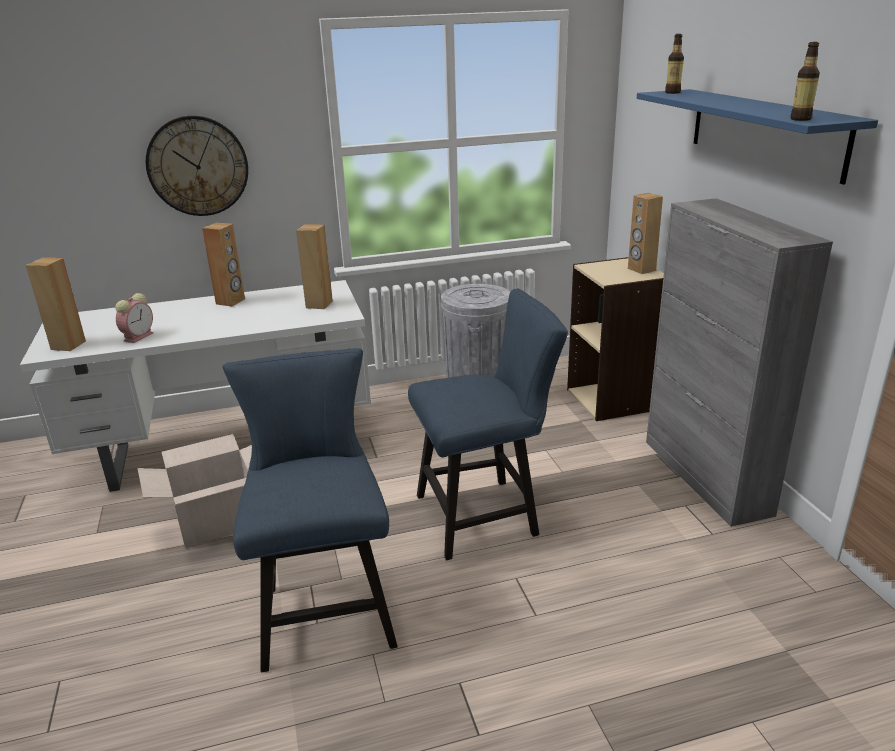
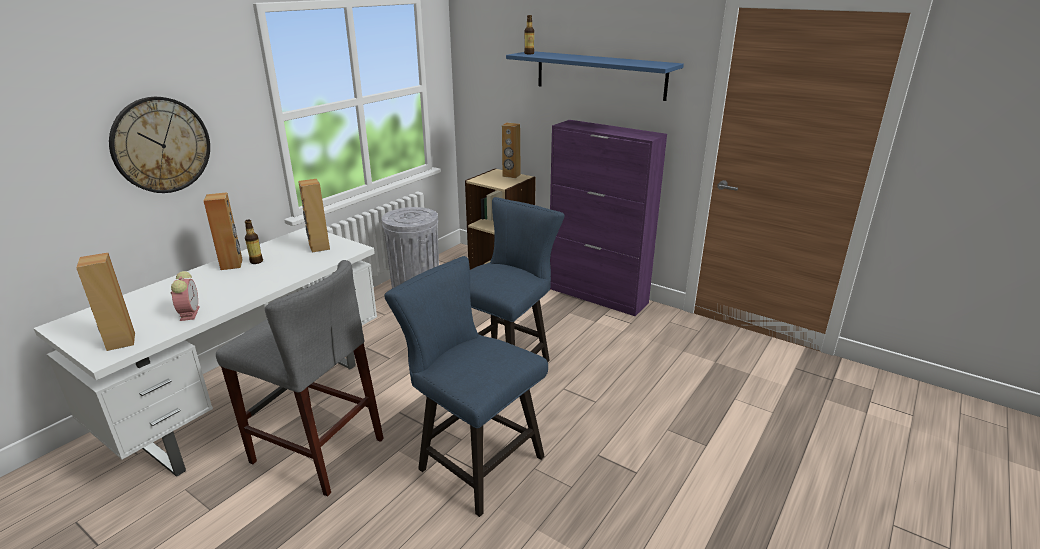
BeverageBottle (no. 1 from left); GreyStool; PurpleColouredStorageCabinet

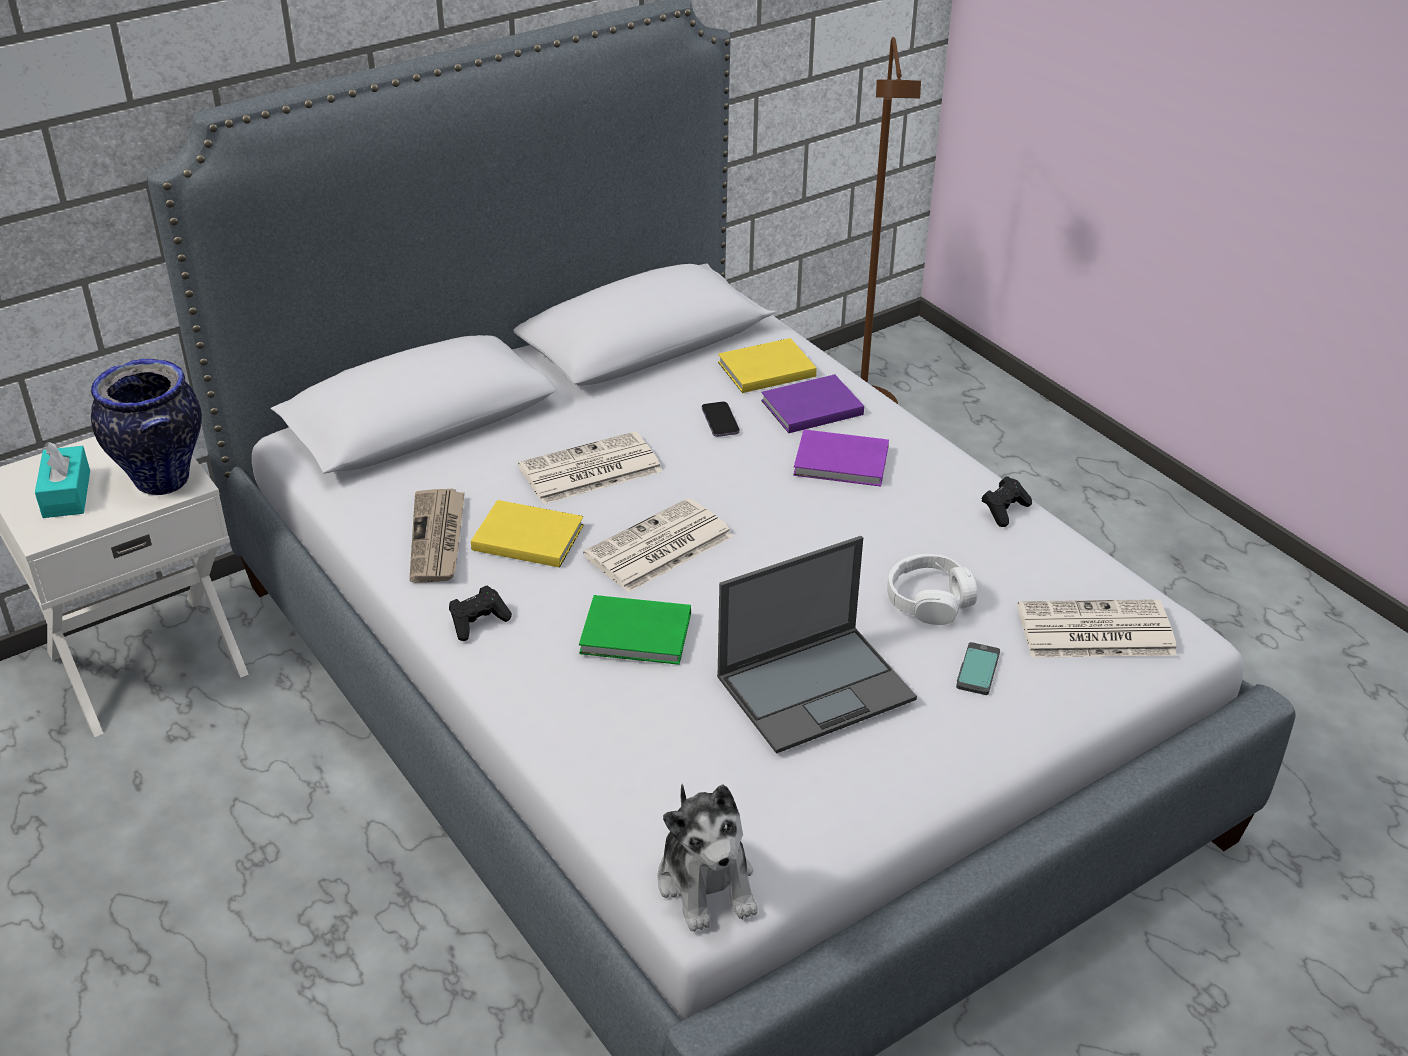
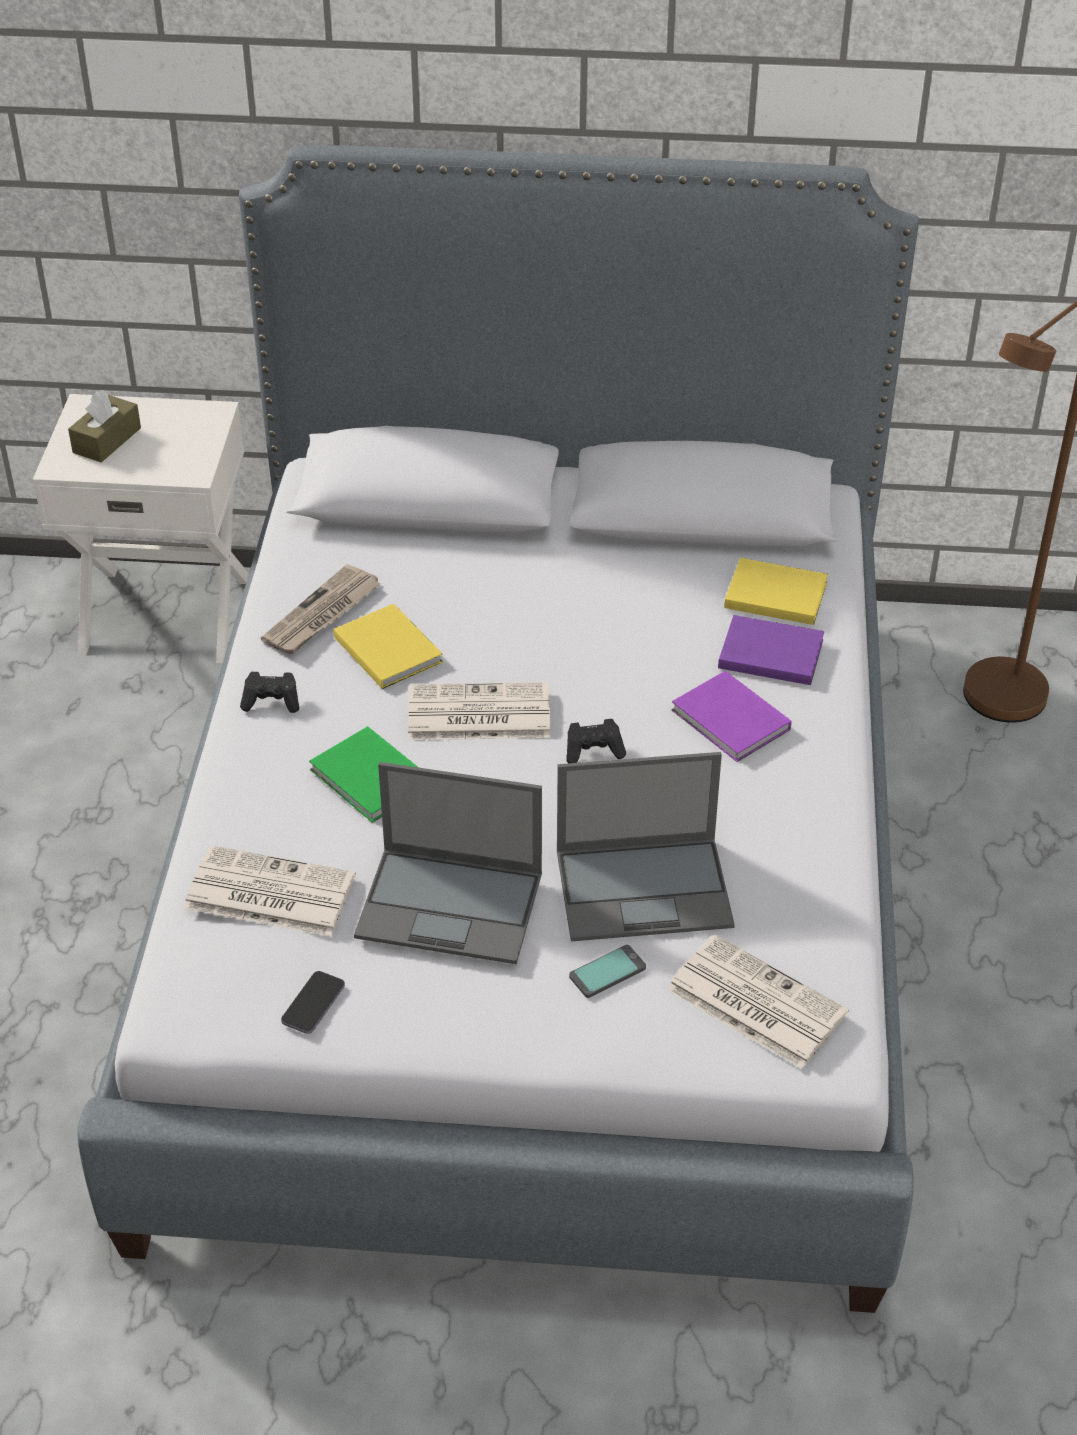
FlowerVase; SoftToy; DailyPaper (no. 1 from left); Telephone (no. 1 from left); BlackColouredJoypad (no. 2 from left); PortableComputer (no. 2 from left); BrownColouredTissueHolder

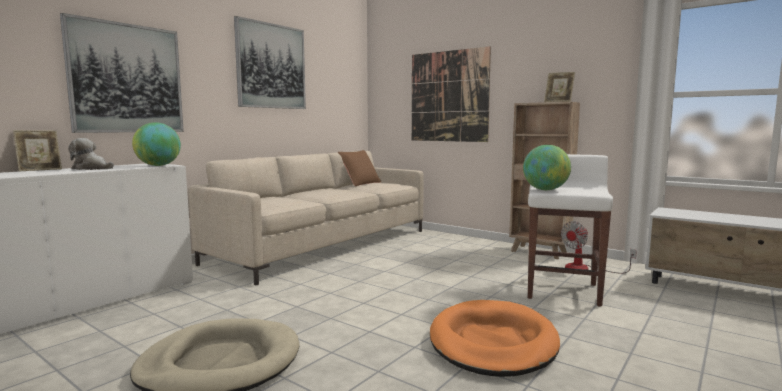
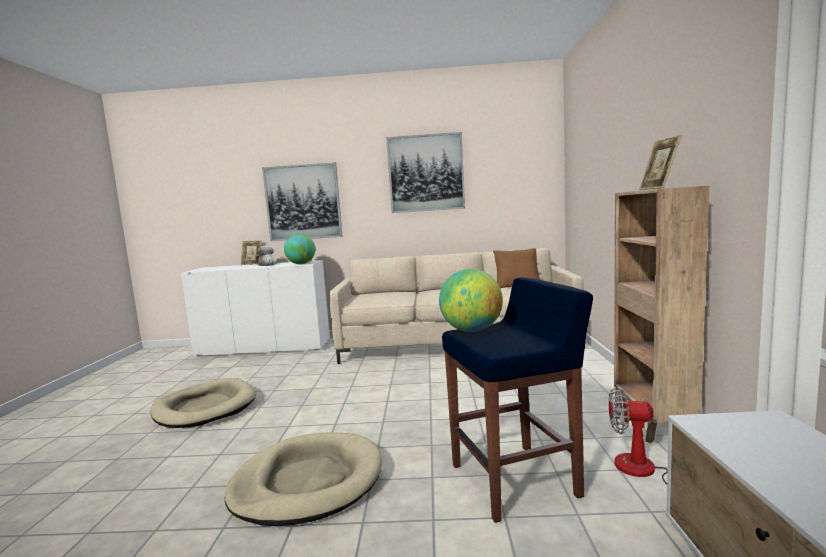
Picture (no. 3 from left in the first image); BeigeDogCushion (no. 2 from left); BluishStool

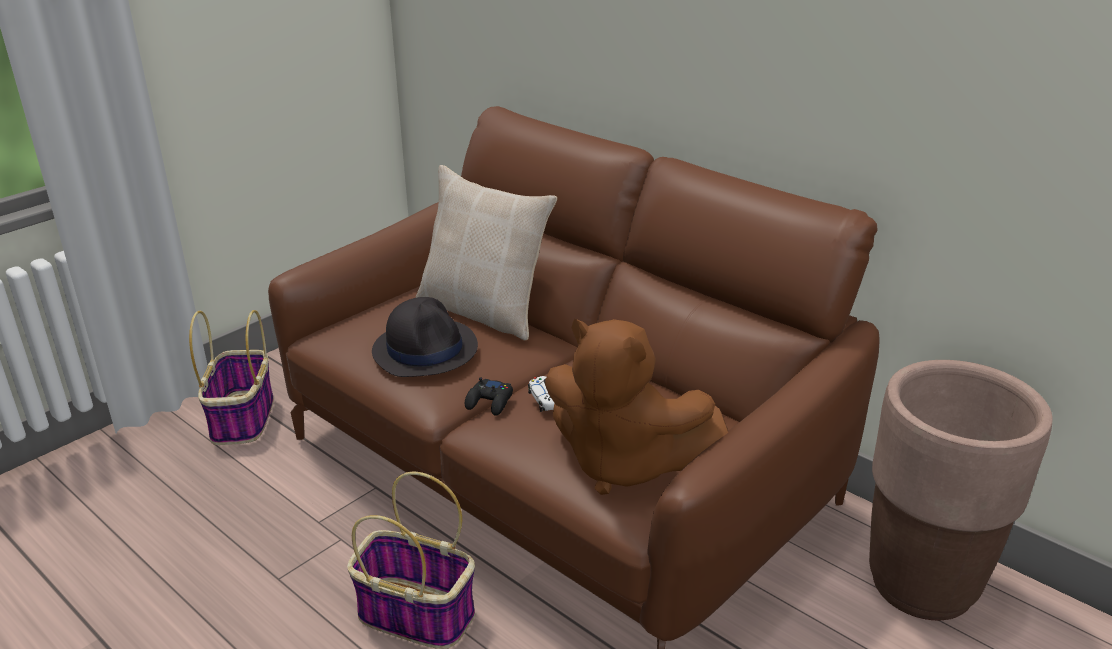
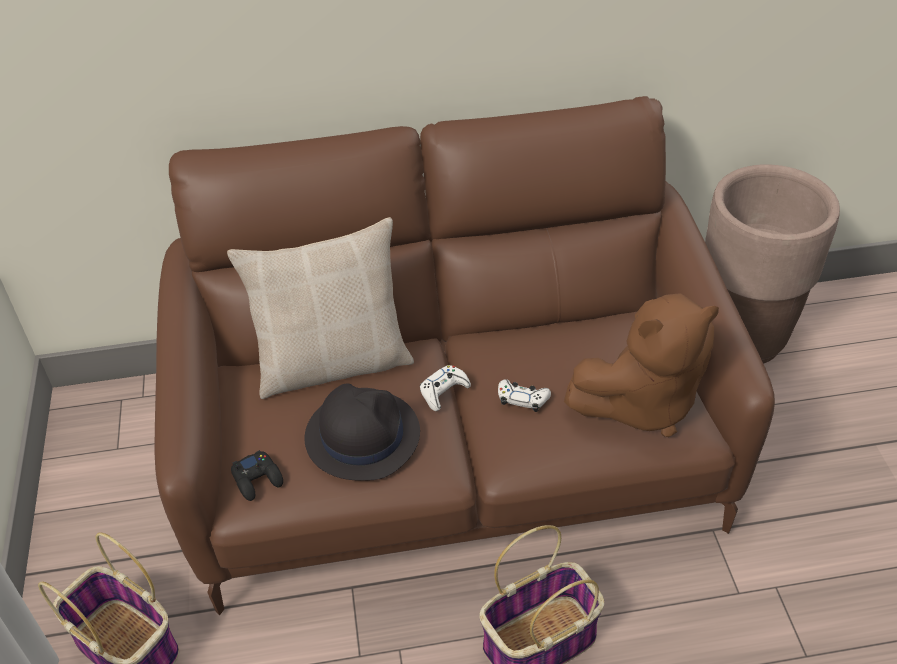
WhiteJoypad (no. 1 from left); BlackColouredJoypad

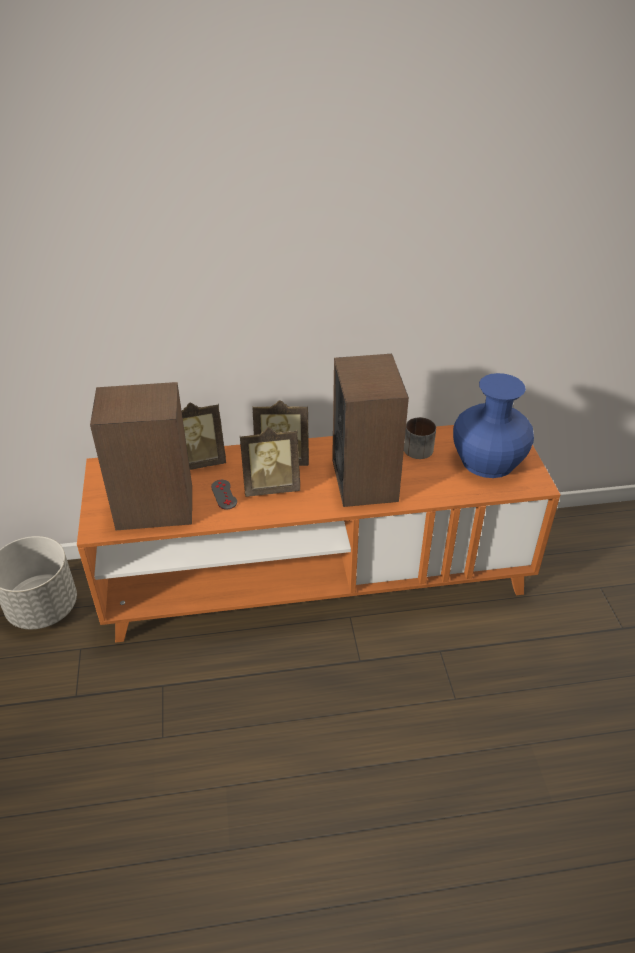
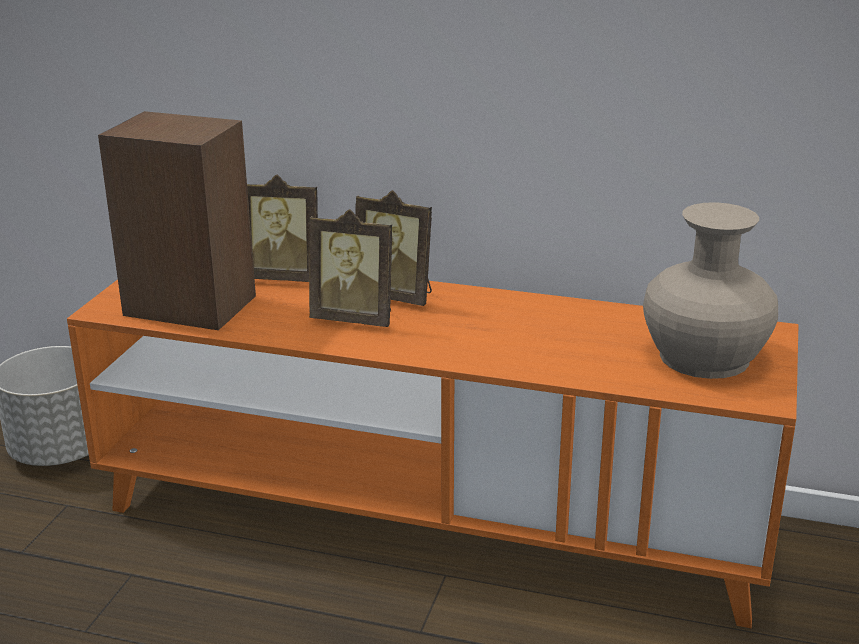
GreyJoypad; Loudspeaker (no. 2 from left in the first image); TeaMug; BeigeFlowerVase

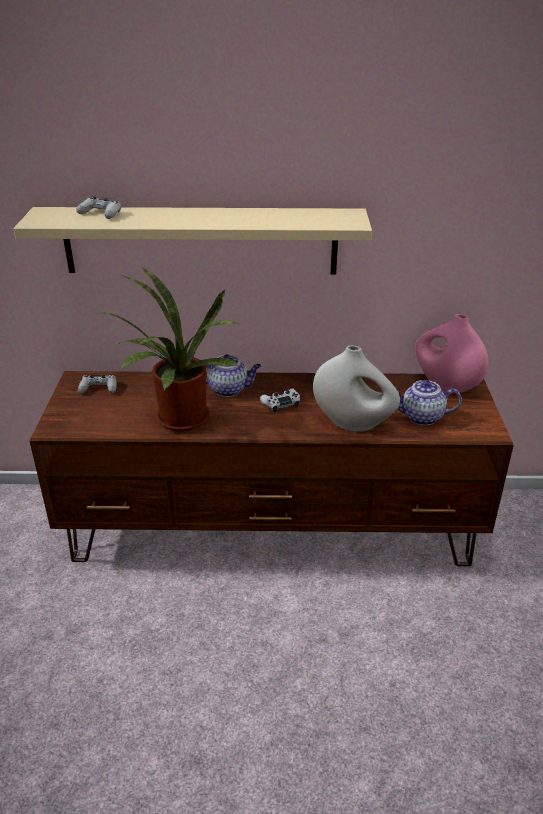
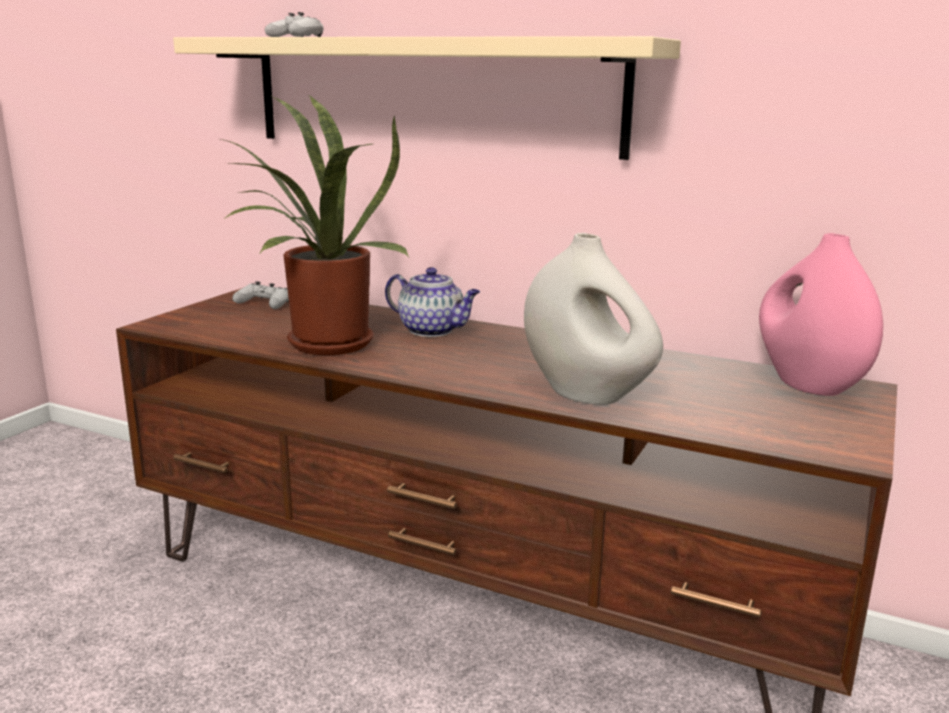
WhiteJoypad (no. 3 from left in the first image); TeaPot (no. 2 from left in the first image)

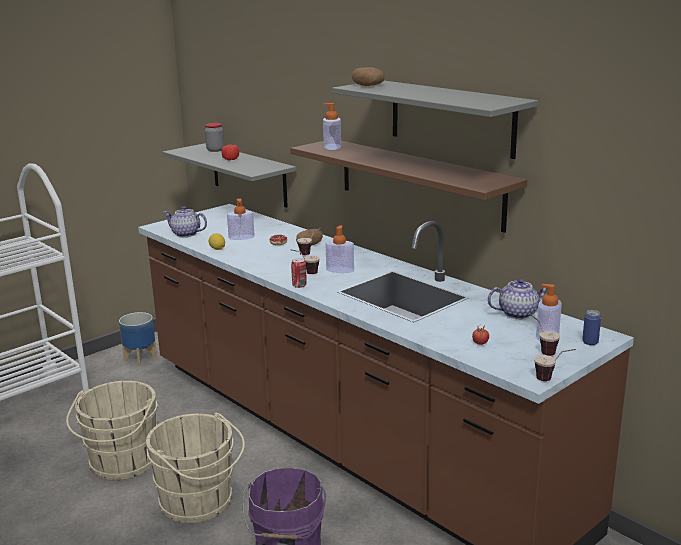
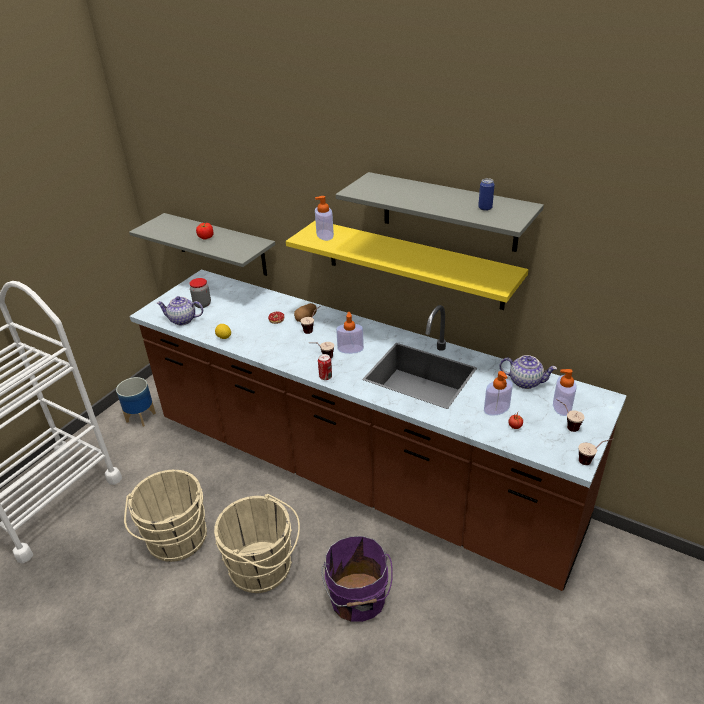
Spud (no. 2 from left in the first image); StorageJar; LiquidSoapBottle (no. 3 from left); Can (no. 2 from left); YellowColouredShelf; TeaPot (no. 2 from left)

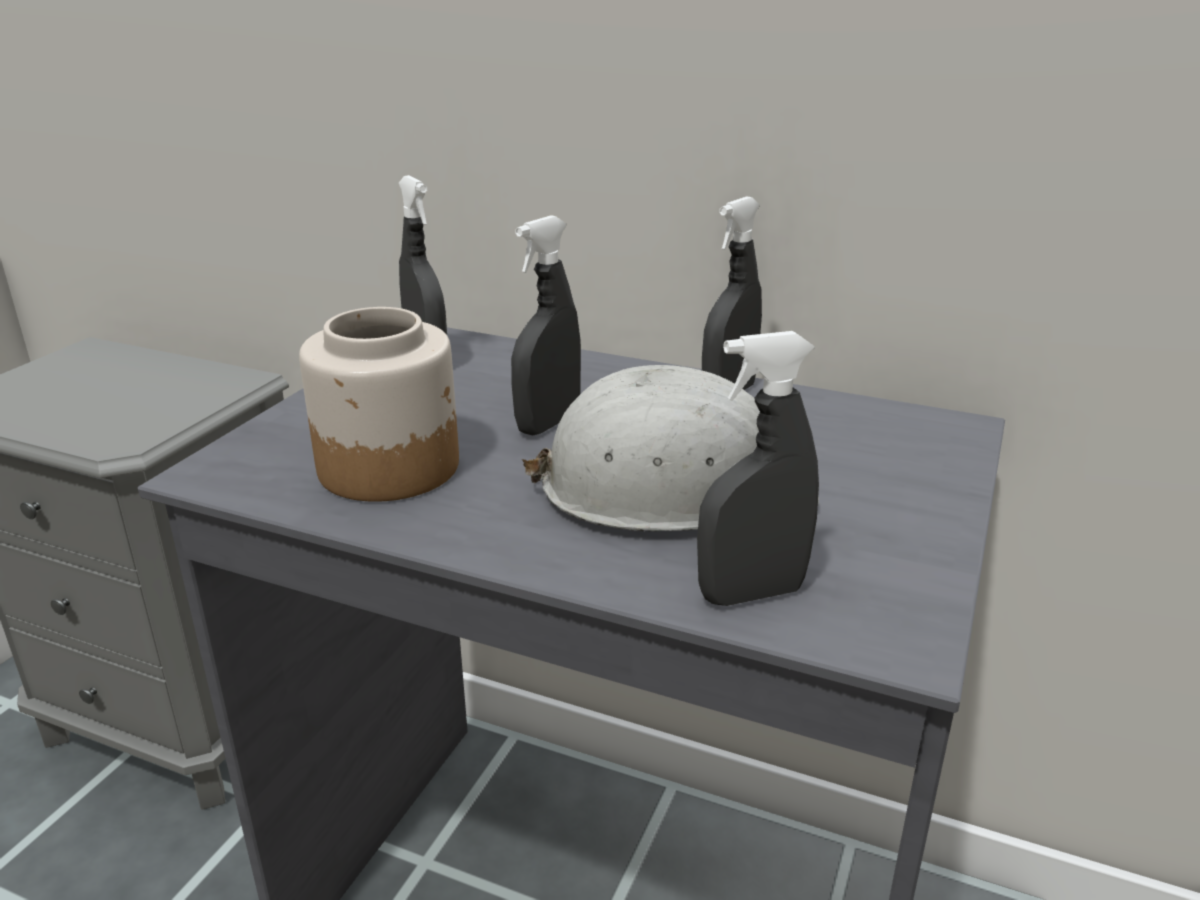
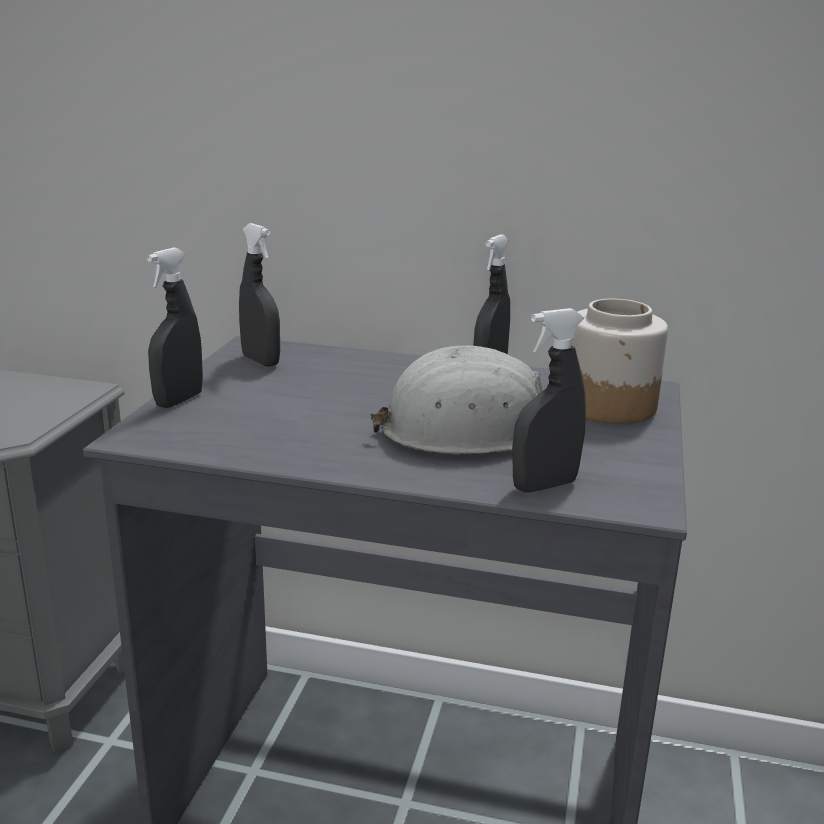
StorageJar; GreySprayBottle (no. 1 from left)

